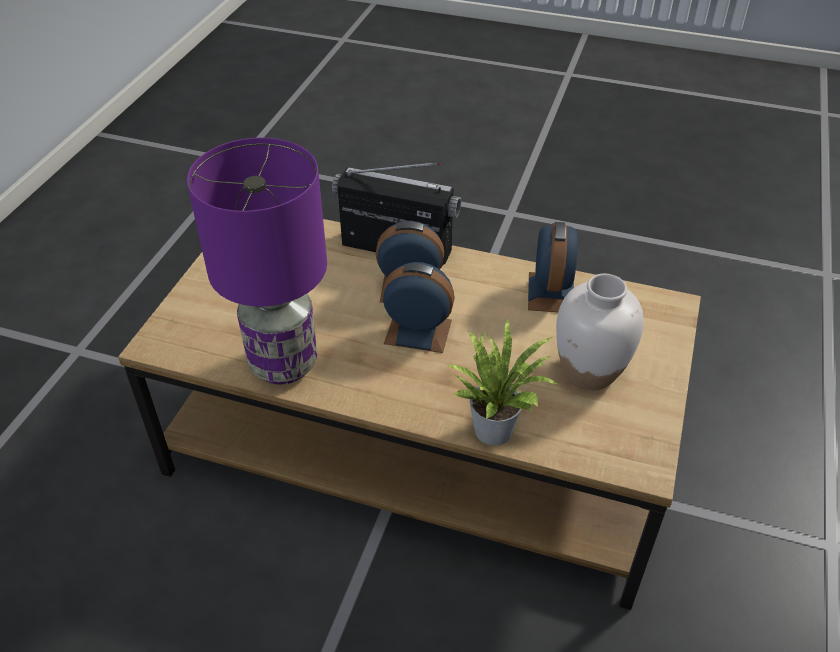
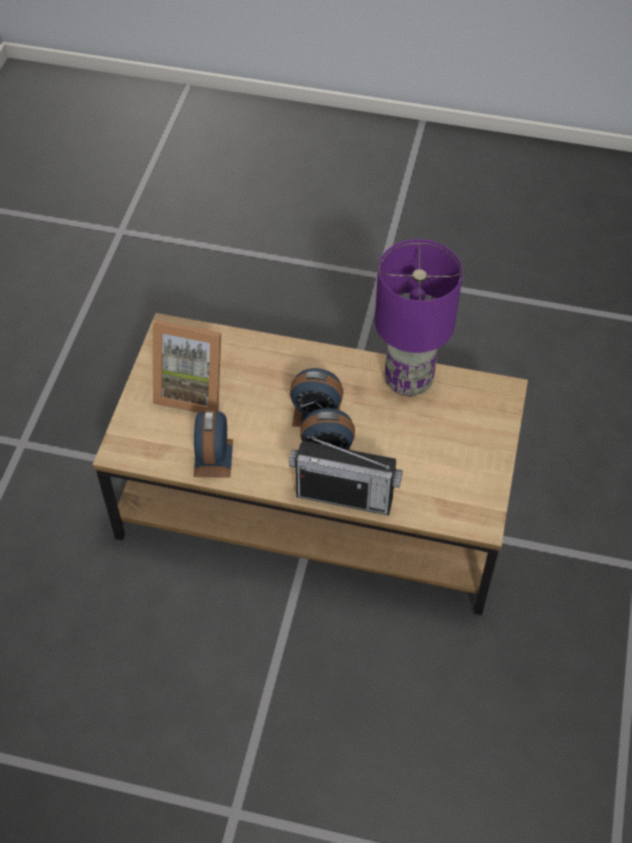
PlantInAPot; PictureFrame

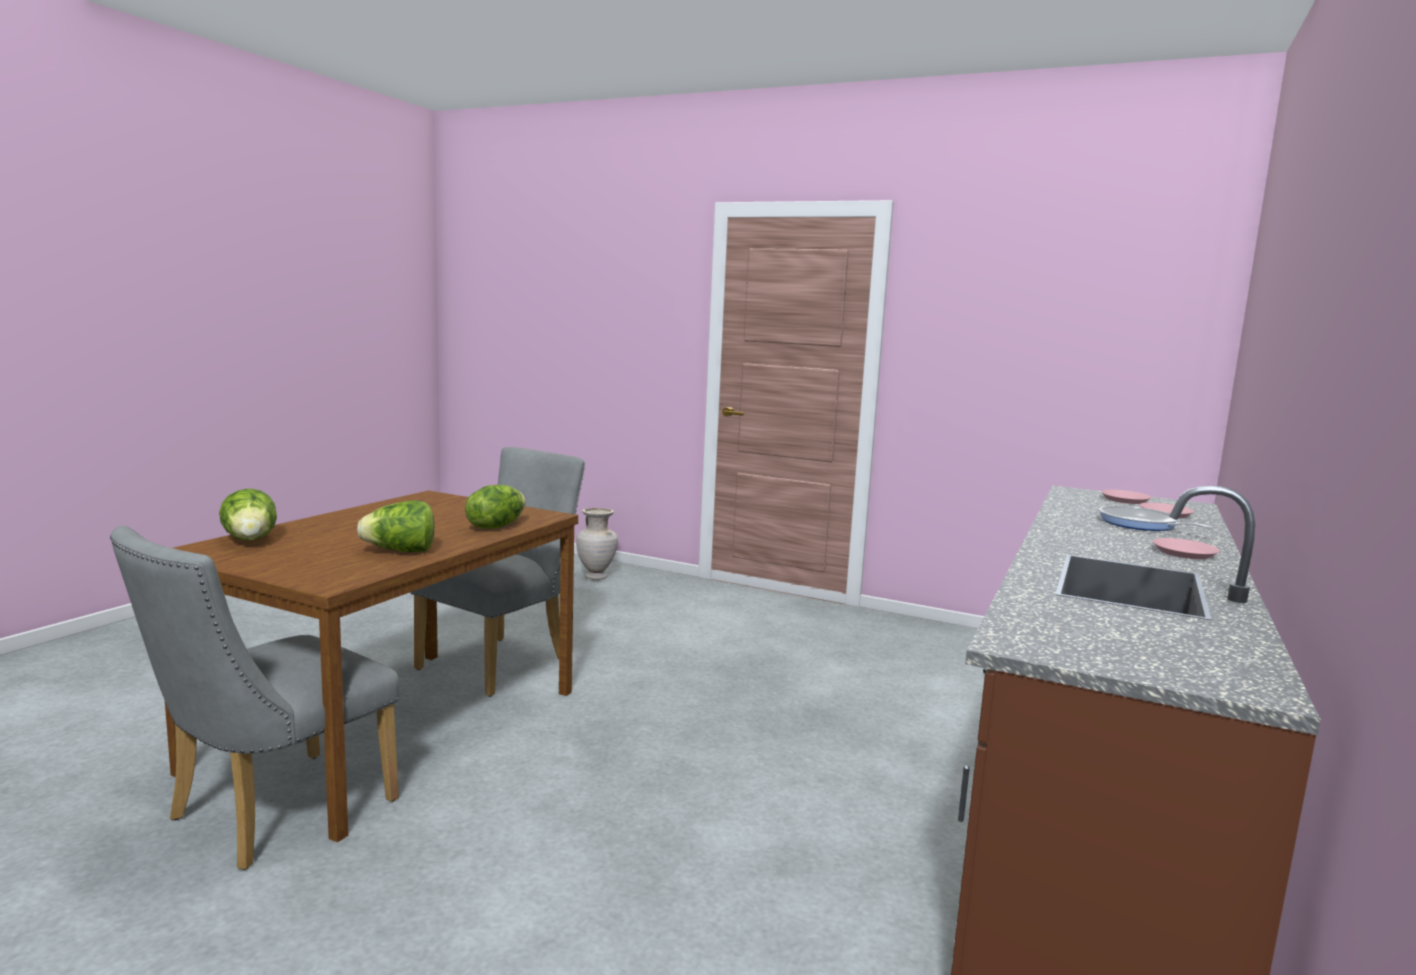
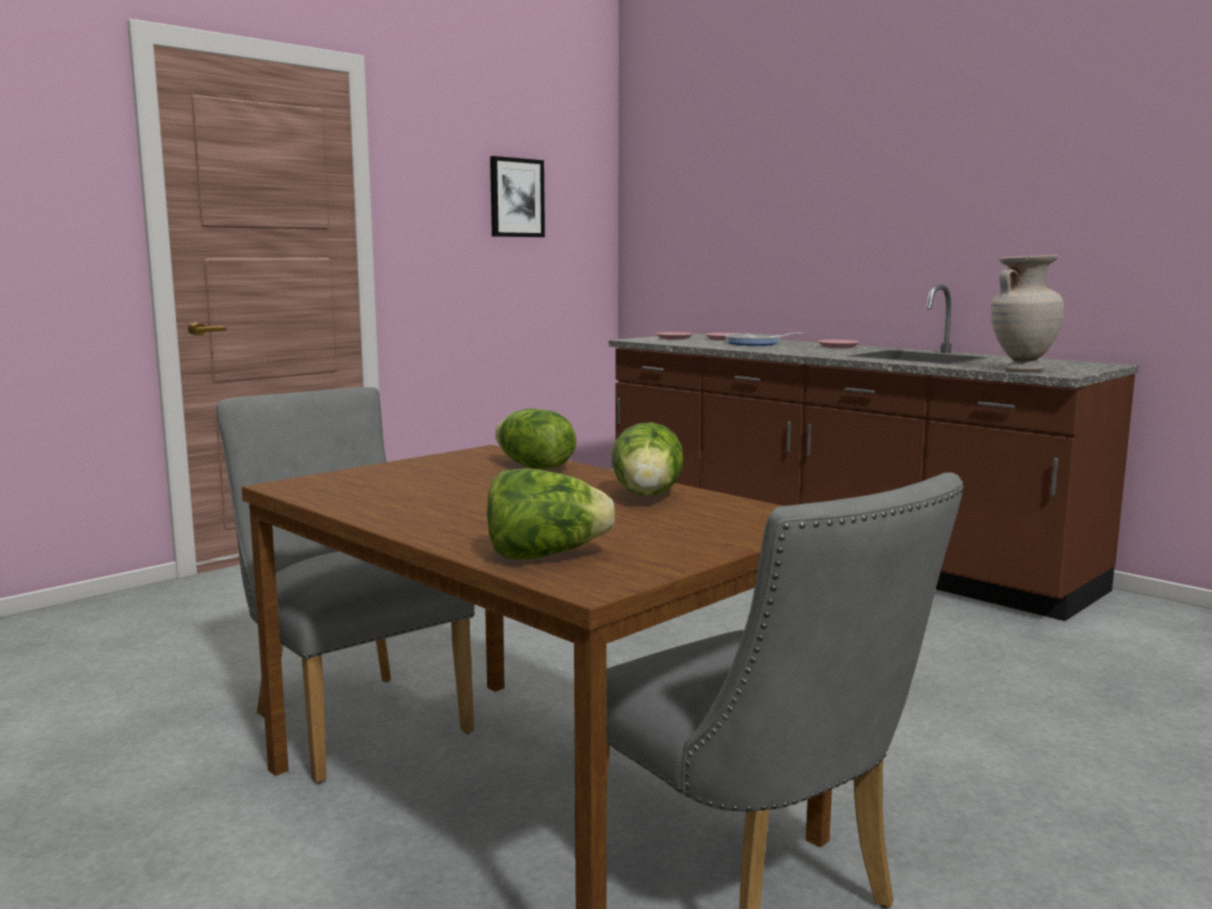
Picture; BeigeFlowerVase

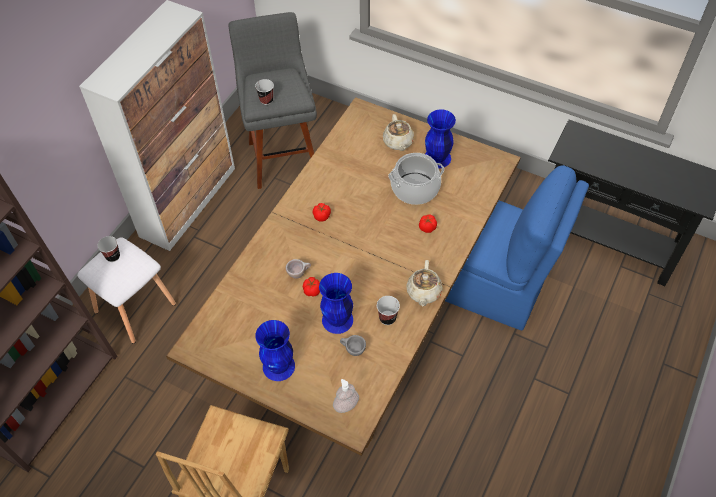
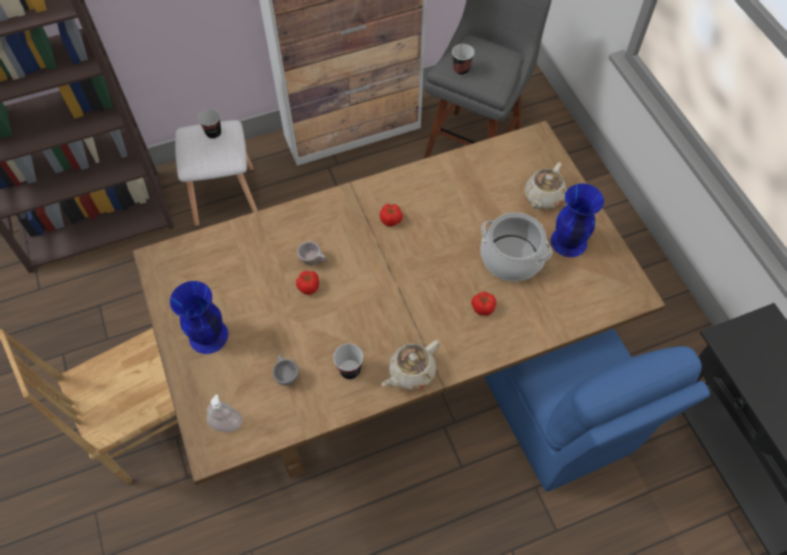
BluishFlowerVase (no. 2 from left in the first image)

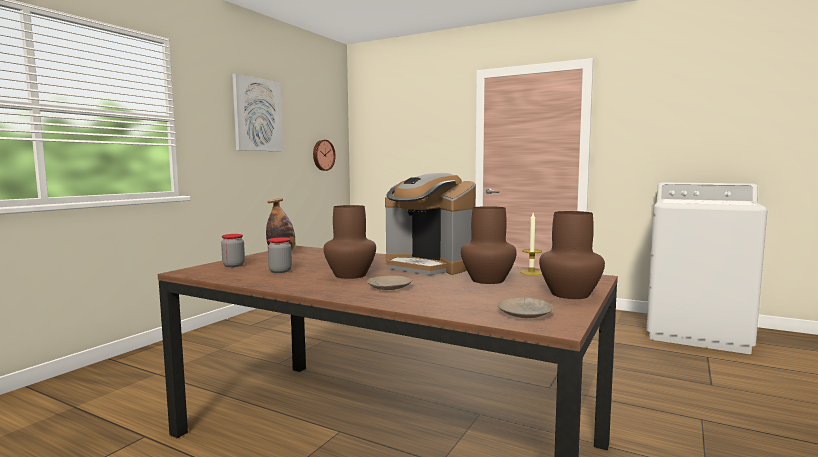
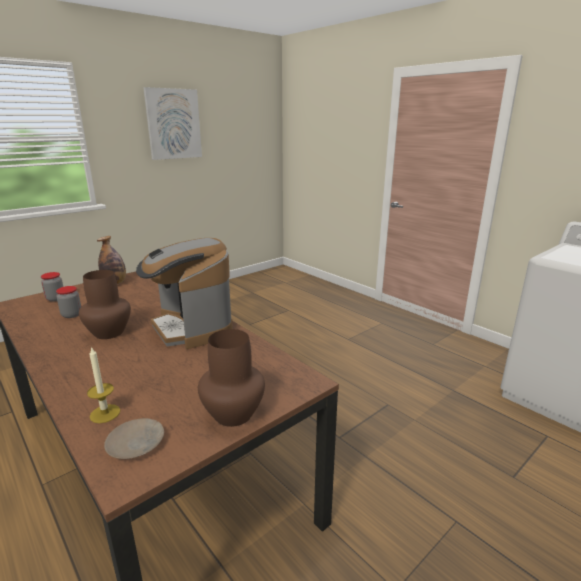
WallClock; BeigeDinnerPlate (no. 1 from left in the first image); BrownColouredFlowerVase (no. 2 from left in the first image); WaxCandle

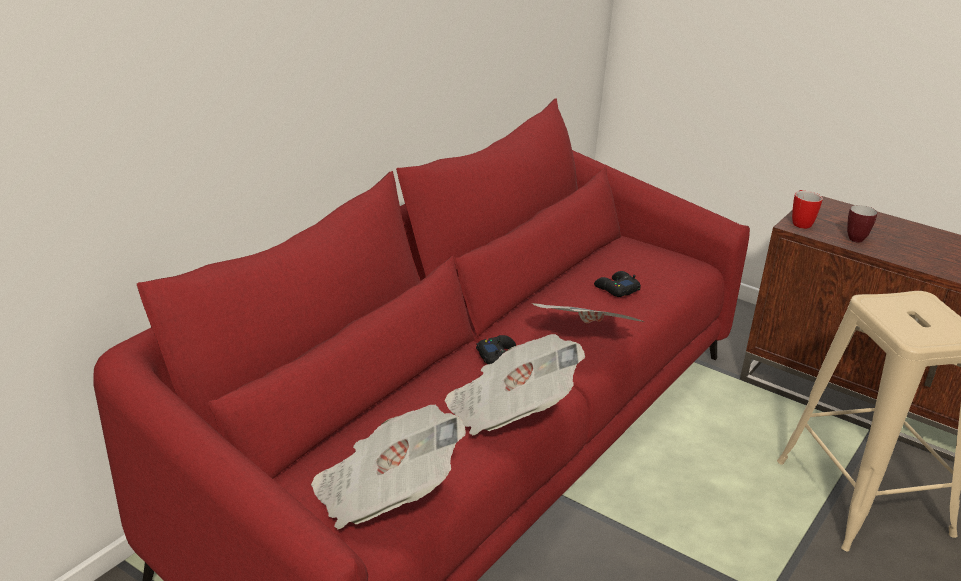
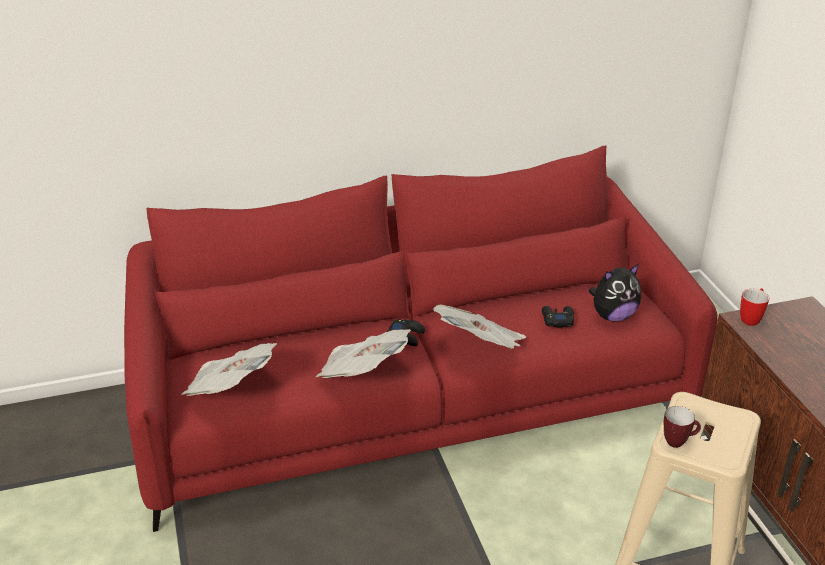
SoftToy; TeaMug (no. 1 from left)

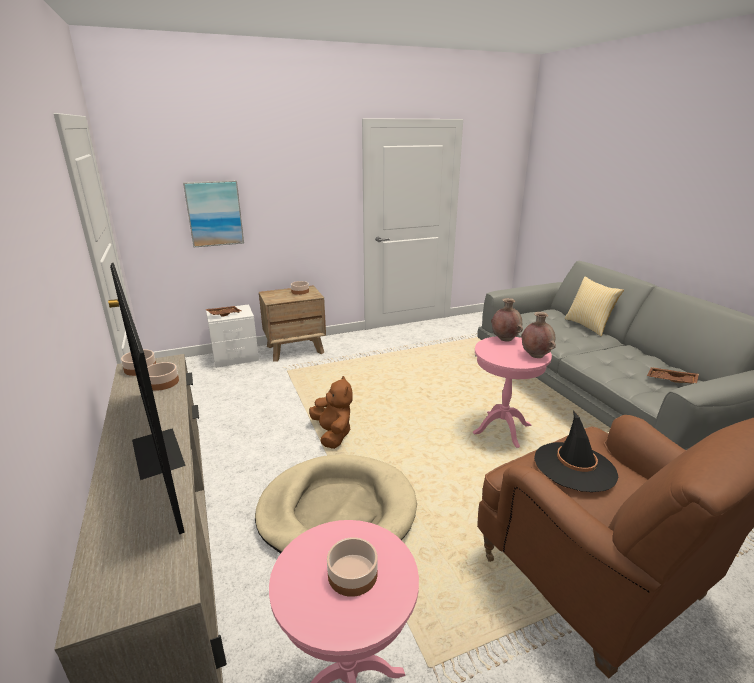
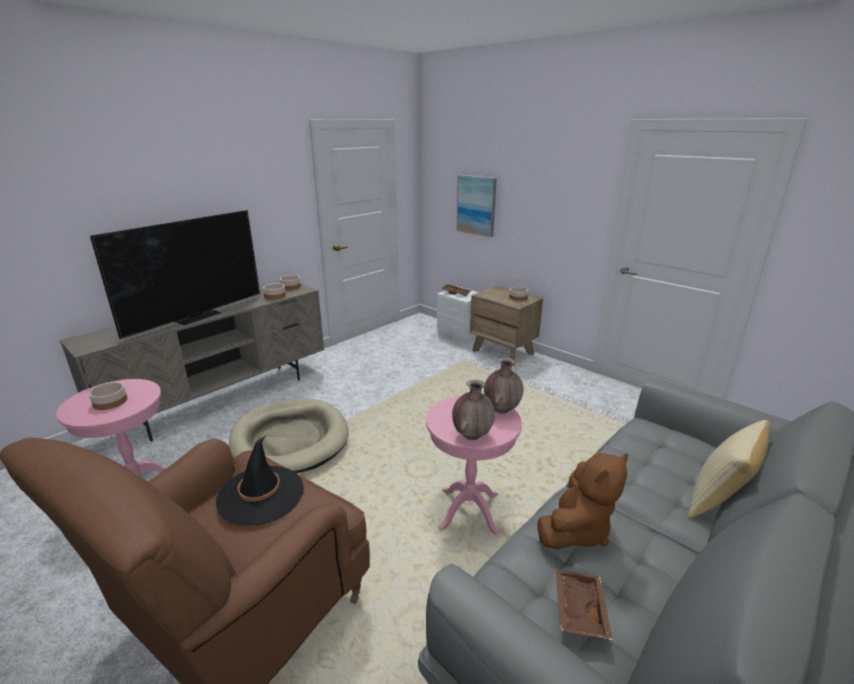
BrownColouredSoftToy

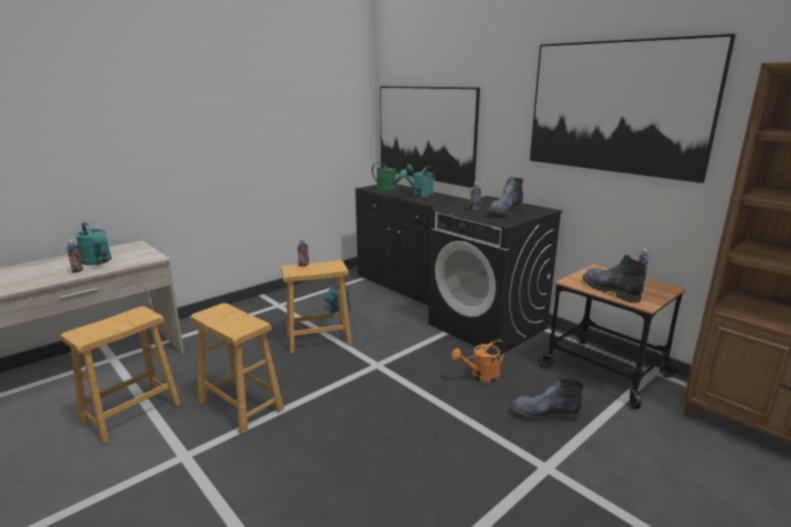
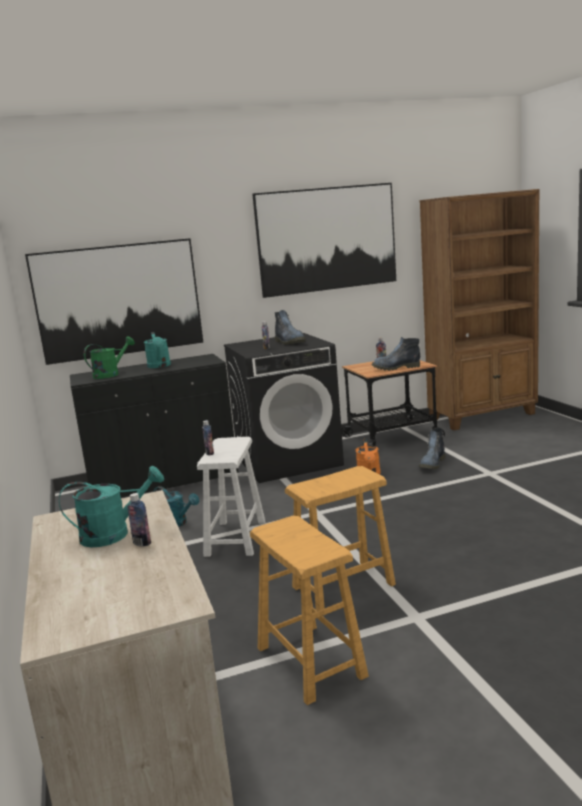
WhiteStool

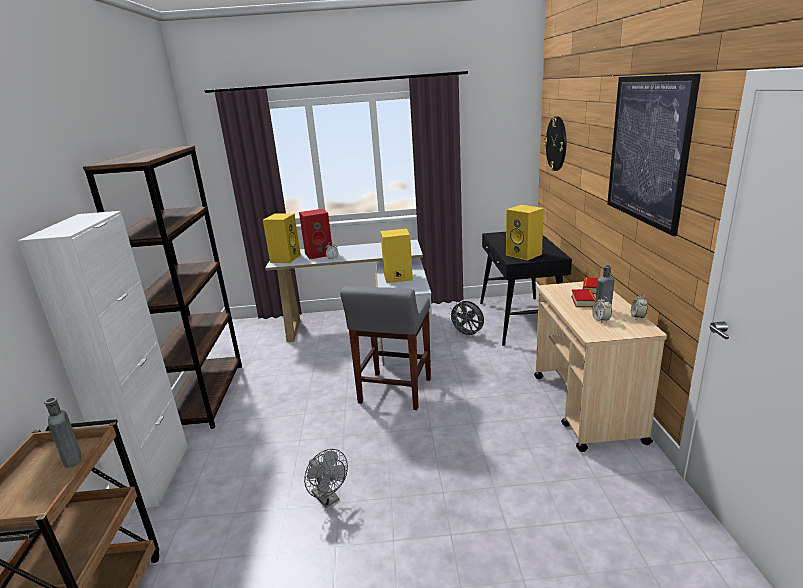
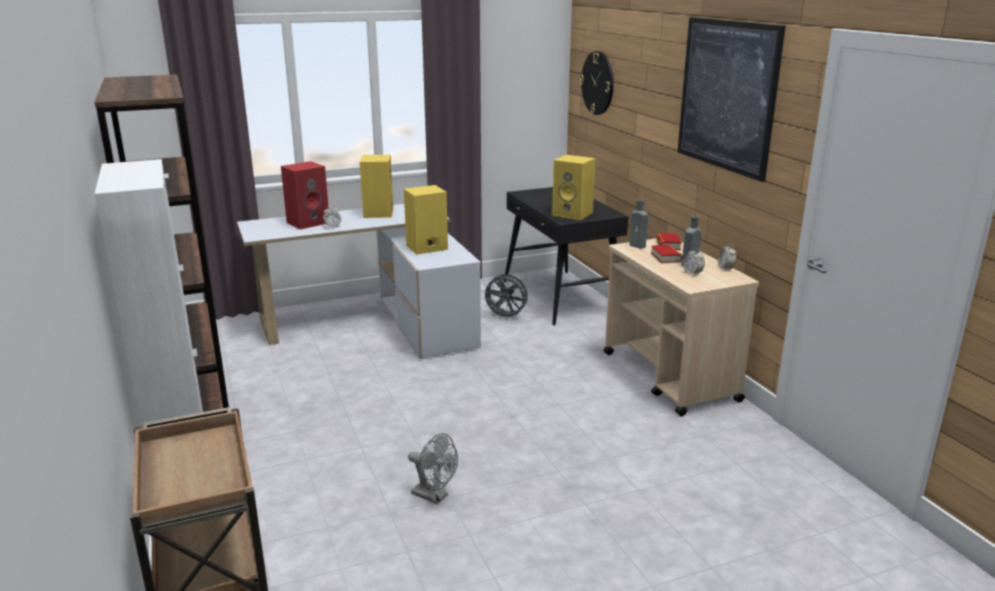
GreyStool; GreyBeverageBottle (no. 1 from left); YellowColouredLoudspeaker (no. 1 from left)

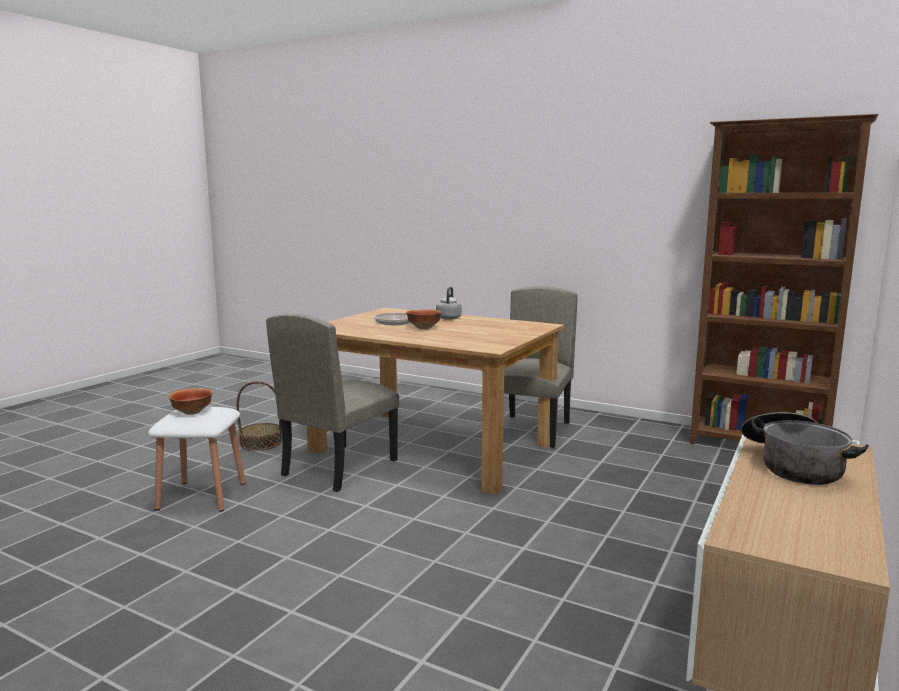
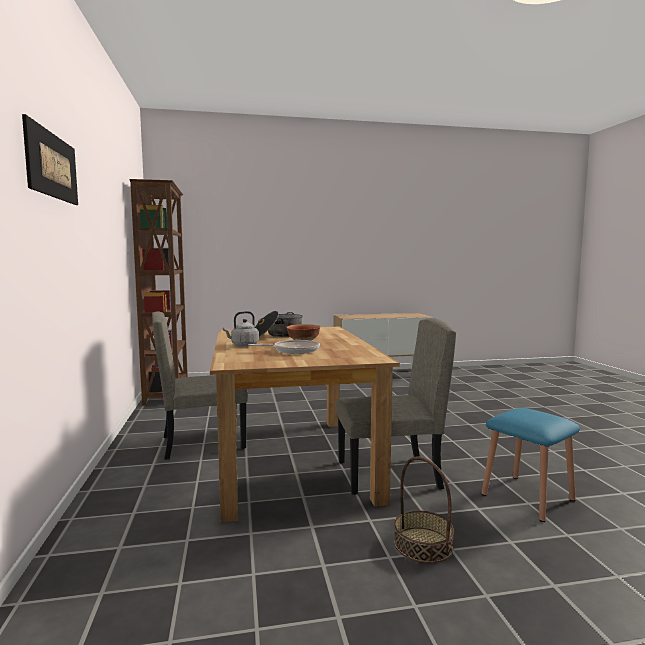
ServingBowl (no. 1 from left in the first image); Picture; CookingPot; BluishStool

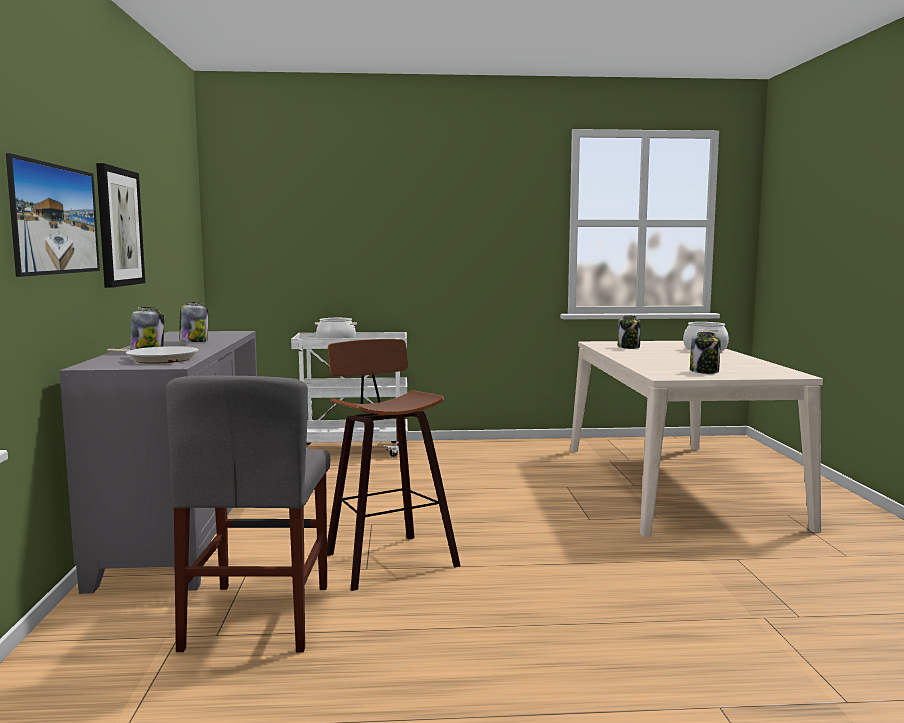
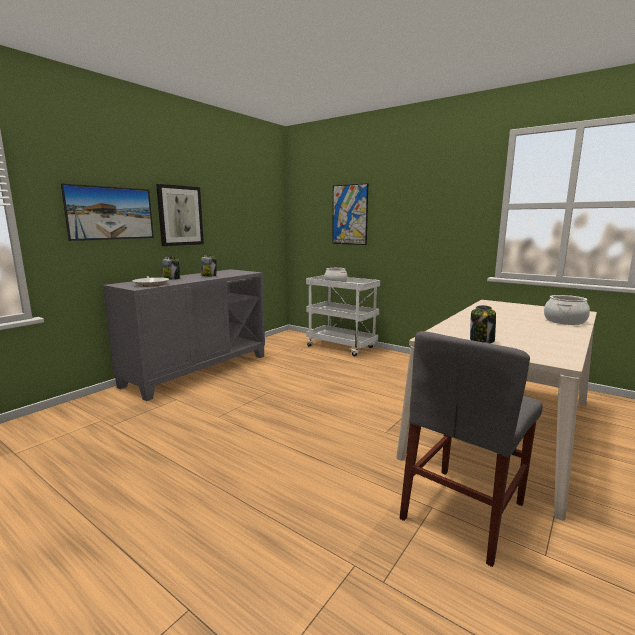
Stool; StorageJar (no. 3 from left in the first image); Picture (no. 3 from left); GreyUprightChair

